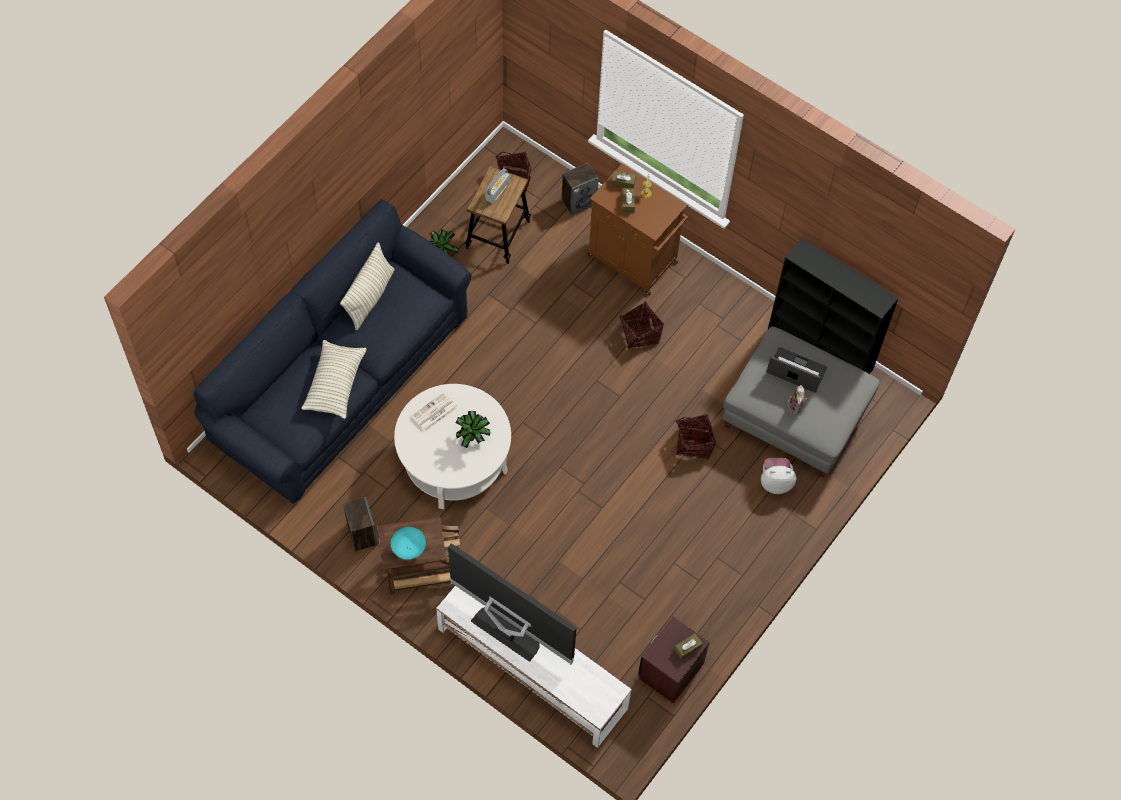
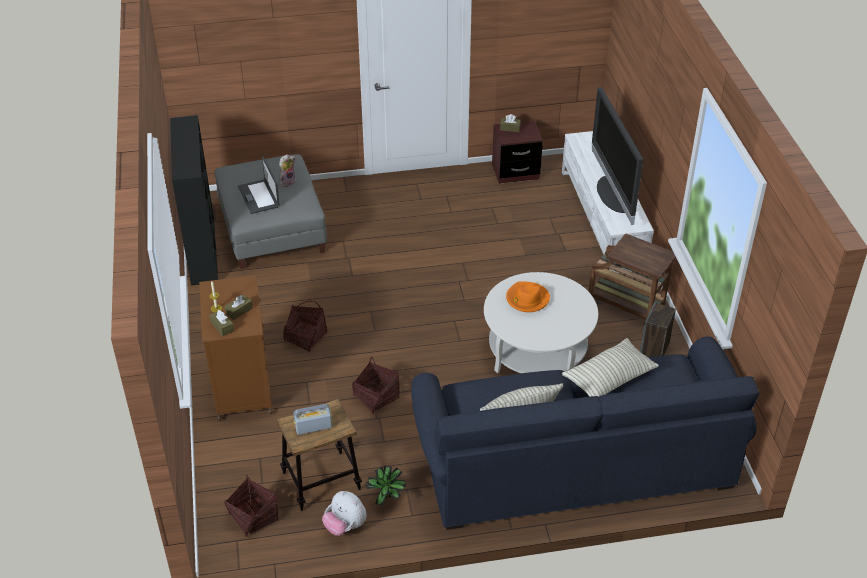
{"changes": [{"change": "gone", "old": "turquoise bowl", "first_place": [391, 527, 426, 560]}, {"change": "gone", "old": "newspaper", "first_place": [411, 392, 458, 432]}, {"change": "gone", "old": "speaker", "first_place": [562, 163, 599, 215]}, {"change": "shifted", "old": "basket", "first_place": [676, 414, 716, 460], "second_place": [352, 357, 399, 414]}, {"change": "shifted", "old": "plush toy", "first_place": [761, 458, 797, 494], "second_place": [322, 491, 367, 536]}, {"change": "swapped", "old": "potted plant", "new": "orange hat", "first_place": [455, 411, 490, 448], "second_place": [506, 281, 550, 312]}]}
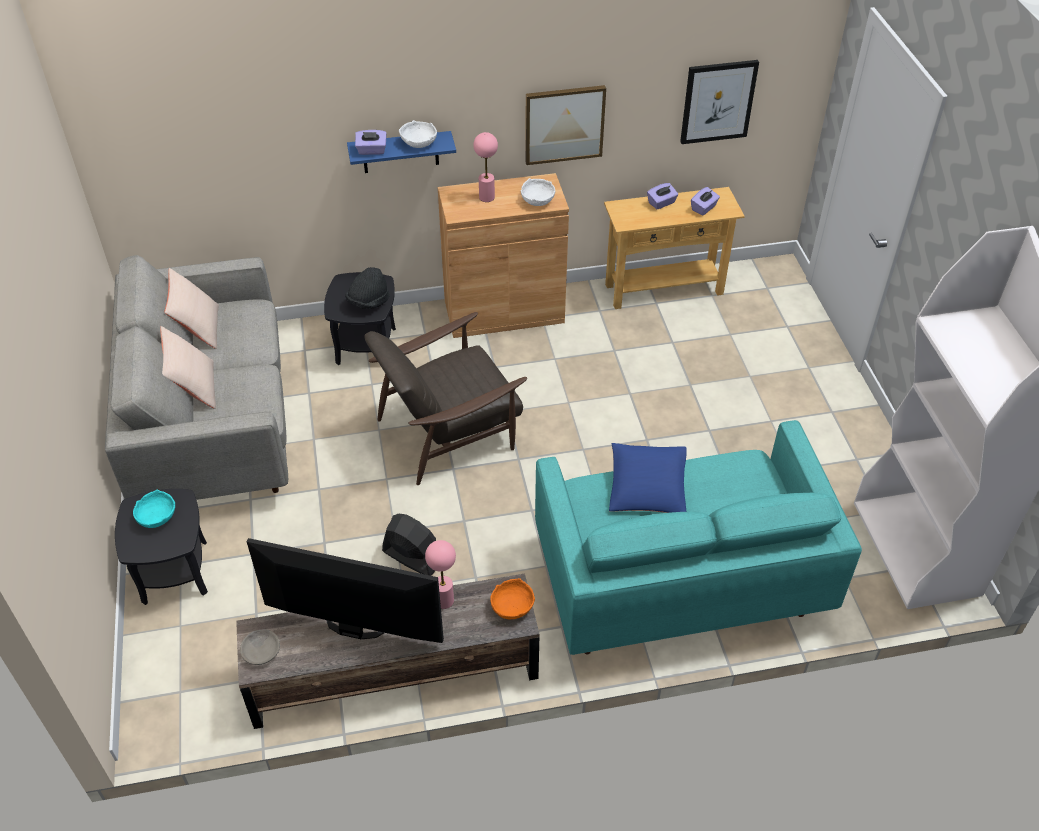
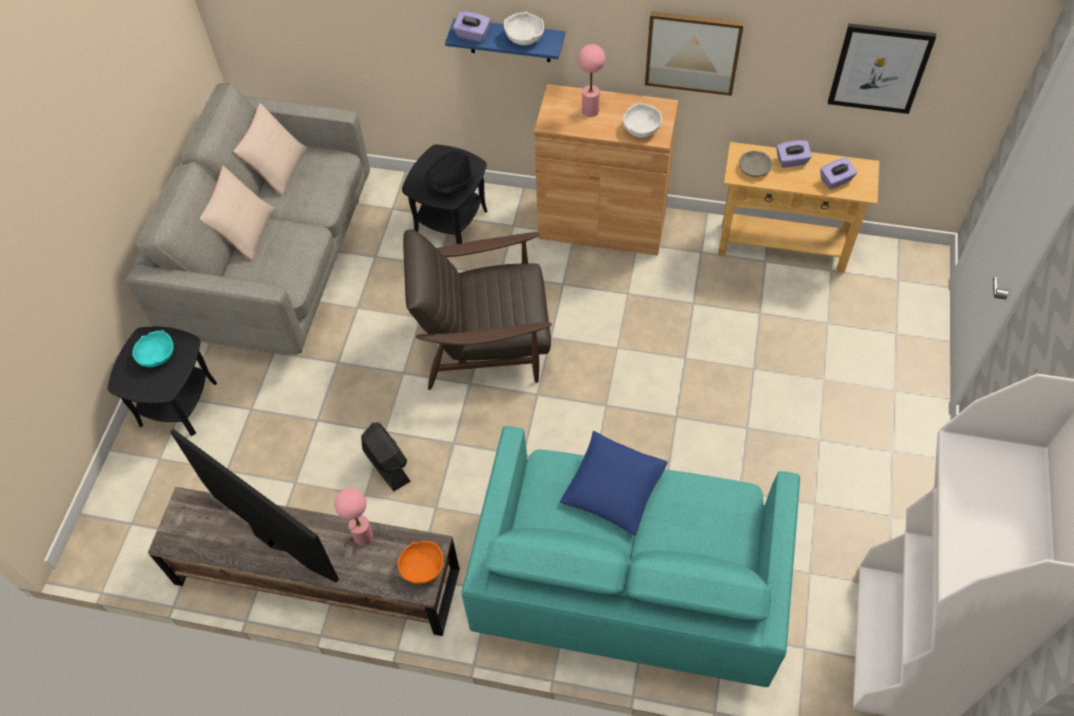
{"changes": [{"change": "shifted", "old": "grey bowl", "first_place": [240, 629, 280, 665], "second_place": [739, 151, 772, 177]}]}
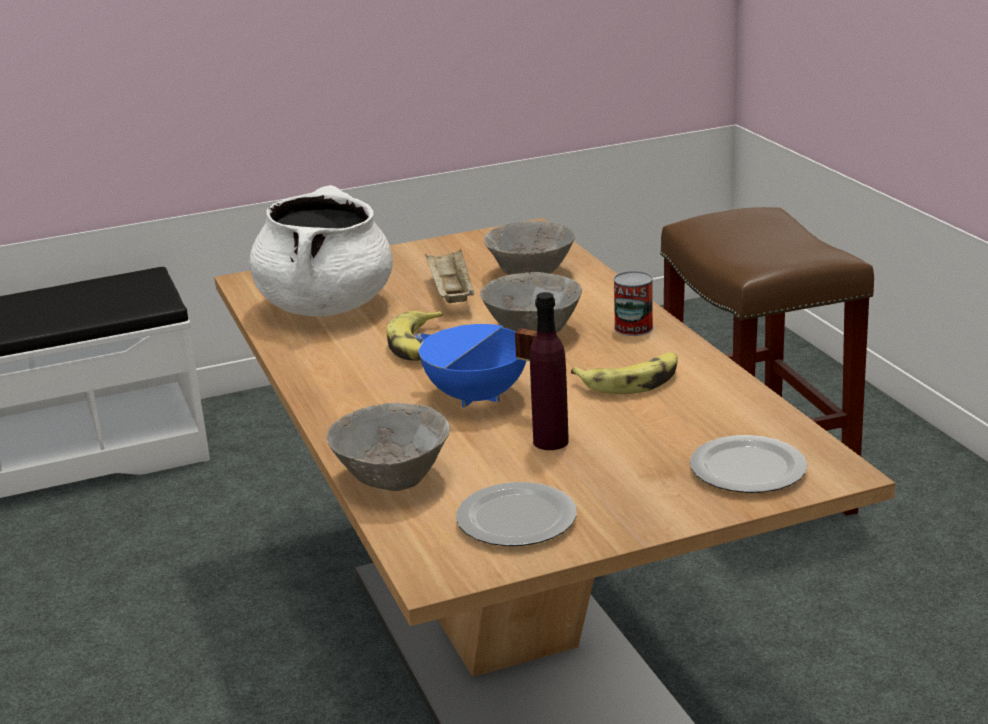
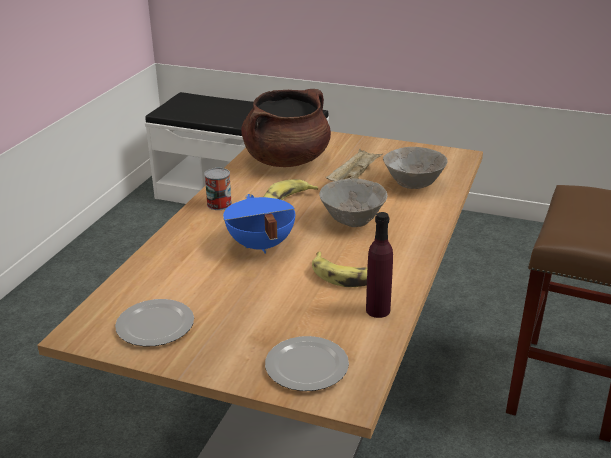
{"changes": [{"change": "gone", "old": "grey bowl", "first_place": [327, 403, 450, 491]}, {"change": "shifted", "old": "purple bottle", "first_place": [530, 292, 569, 450], "second_place": [366, 212, 393, 318]}, {"change": "shifted", "old": "can", "first_place": [613, 271, 653, 336], "second_place": [204, 168, 232, 210]}, {"change": "repainted", "old": "white cooking pot", "new": "brown cooking pot", "first_place": [249, 185, 393, 316], "second_place": [241, 89, 331, 167]}]}
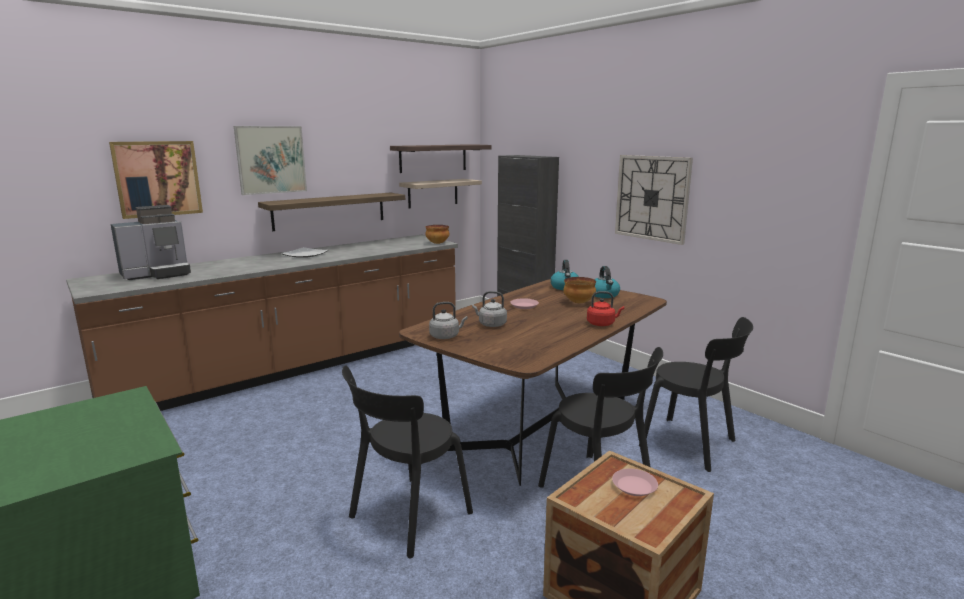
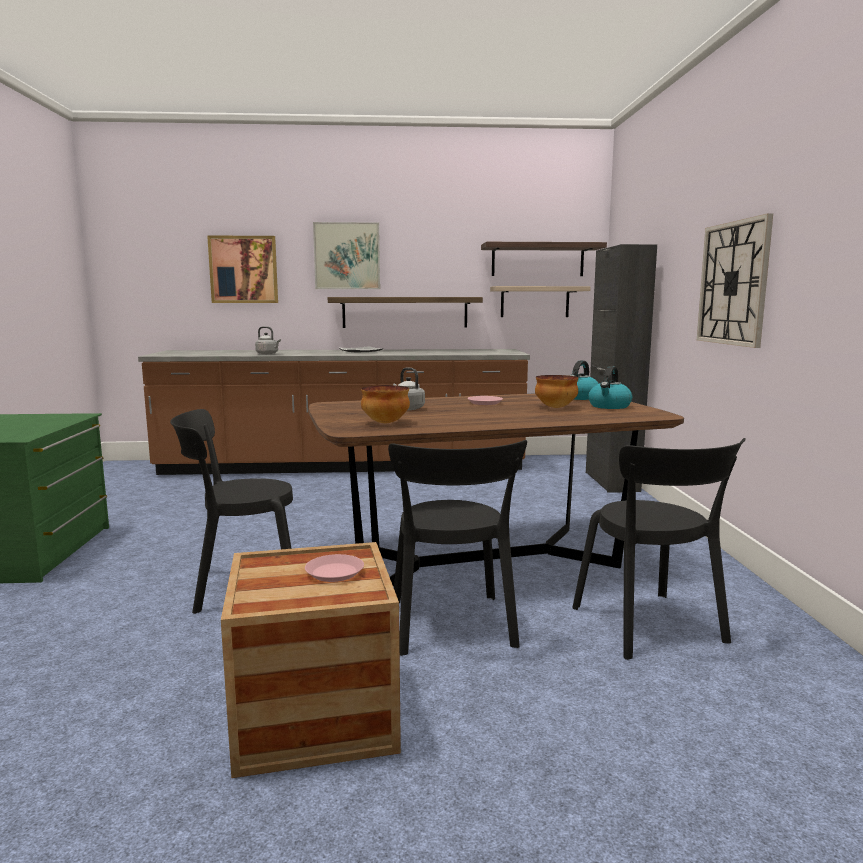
{"changes": [{"change": "gone", "old": "coffee machine", "first_place": [111, 205, 191, 280]}, {"change": "gone", "old": "red kettle", "first_place": [587, 291, 624, 326]}, {"change": "shifted", "old": "bowl", "first_place": [425, 225, 449, 244], "second_place": [361, 385, 410, 423]}, {"change": "shifted", "old": "grey kettle", "first_place": [429, 302, 468, 339], "second_place": [255, 326, 281, 354]}]}
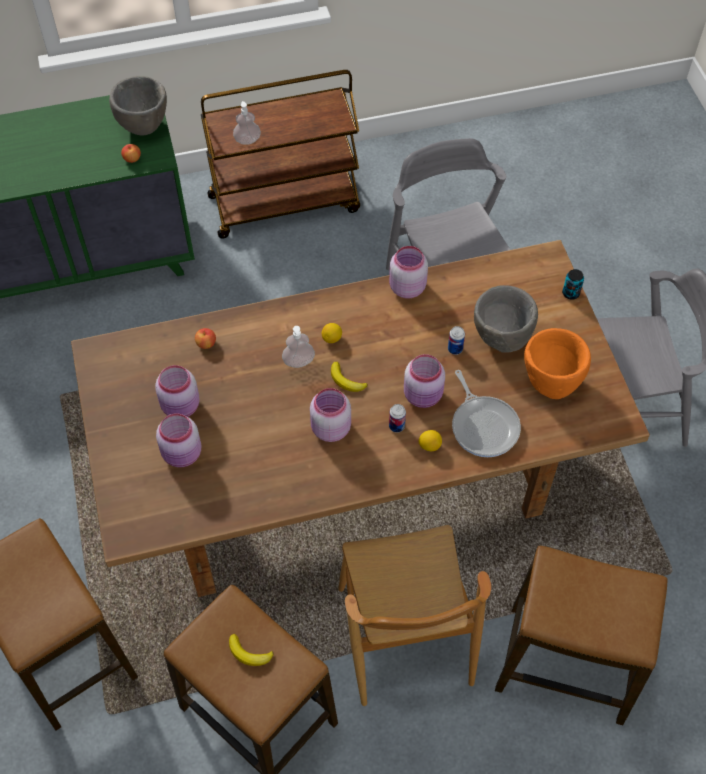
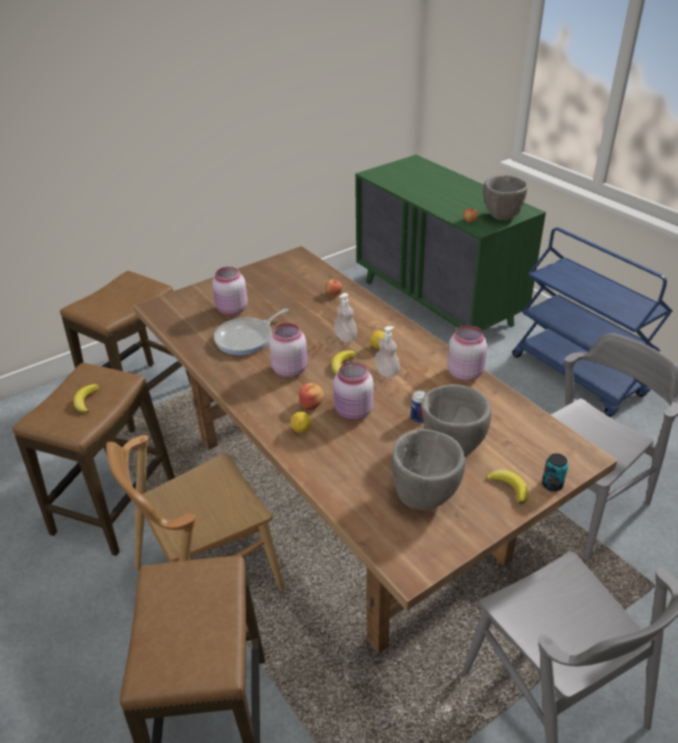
{"changes": [{"change": "gone", "old": "pink jar", "first_place": [155, 365, 200, 417]}, {"change": "new", "new": "banana", "second_place": [486, 470, 528, 504]}, {"change": "shifted", "old": "soap dispenser", "first_place": [233, 101, 261, 145], "second_place": [375, 326, 400, 378]}, {"change": "shifted", "old": "frying pan", "first_place": [452, 370, 521, 457], "second_place": [214, 308, 288, 355]}, {"change": "swapped", "old": "can", "new": "apple", "first_place": [389, 404, 406, 433], "second_place": [299, 383, 324, 410]}, {"change": "repainted", "old": "brown cart", "new": "blue cart", "first_place": [201, 70, 360, 239], "second_place": [512, 227, 673, 417]}, {"change": "repainted", "old": "orange bowl", "new": "grey bowl", "first_place": [524, 328, 591, 399], "second_place": [391, 429, 465, 510]}]}
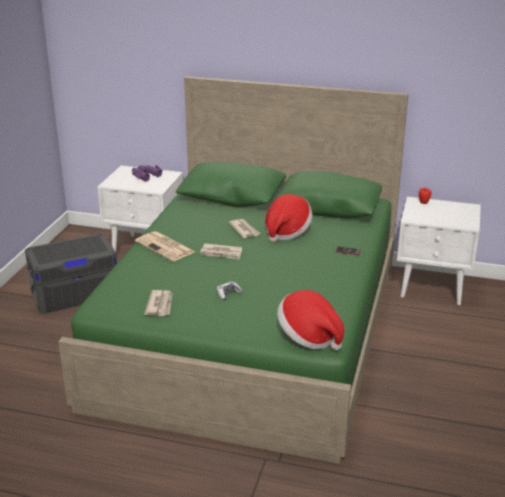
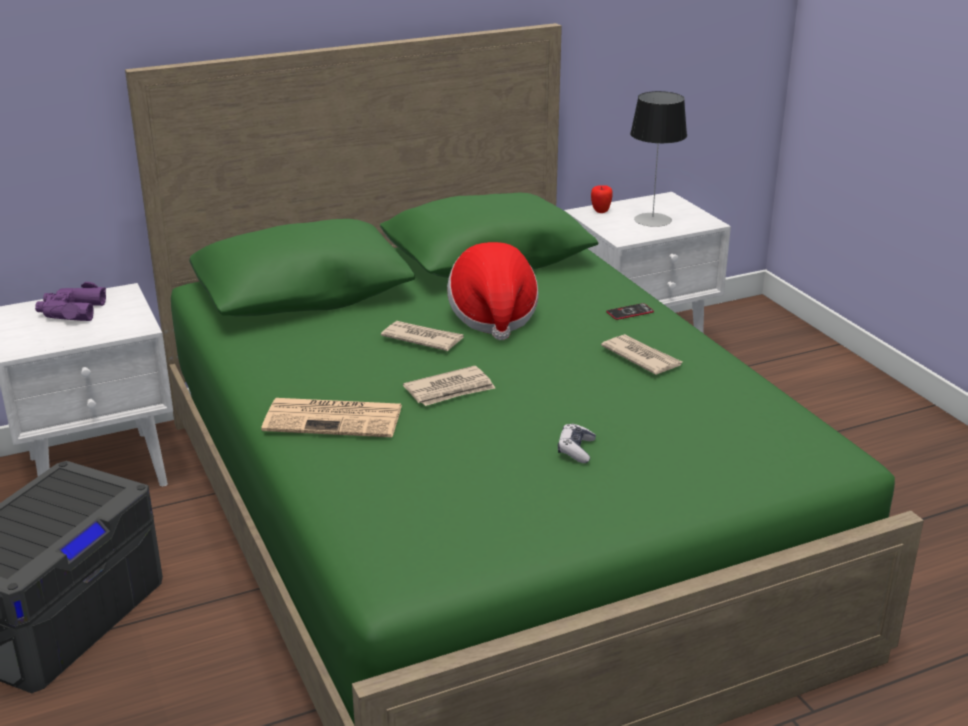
{"changes": [{"change": "gone", "old": "hat", "first_place": [277, 290, 344, 350]}, {"change": "new", "new": "table lamp", "second_place": [630, 91, 687, 227]}, {"change": "shifted", "old": "newspaper", "first_place": [145, 290, 172, 316], "second_place": [601, 334, 682, 375]}]}
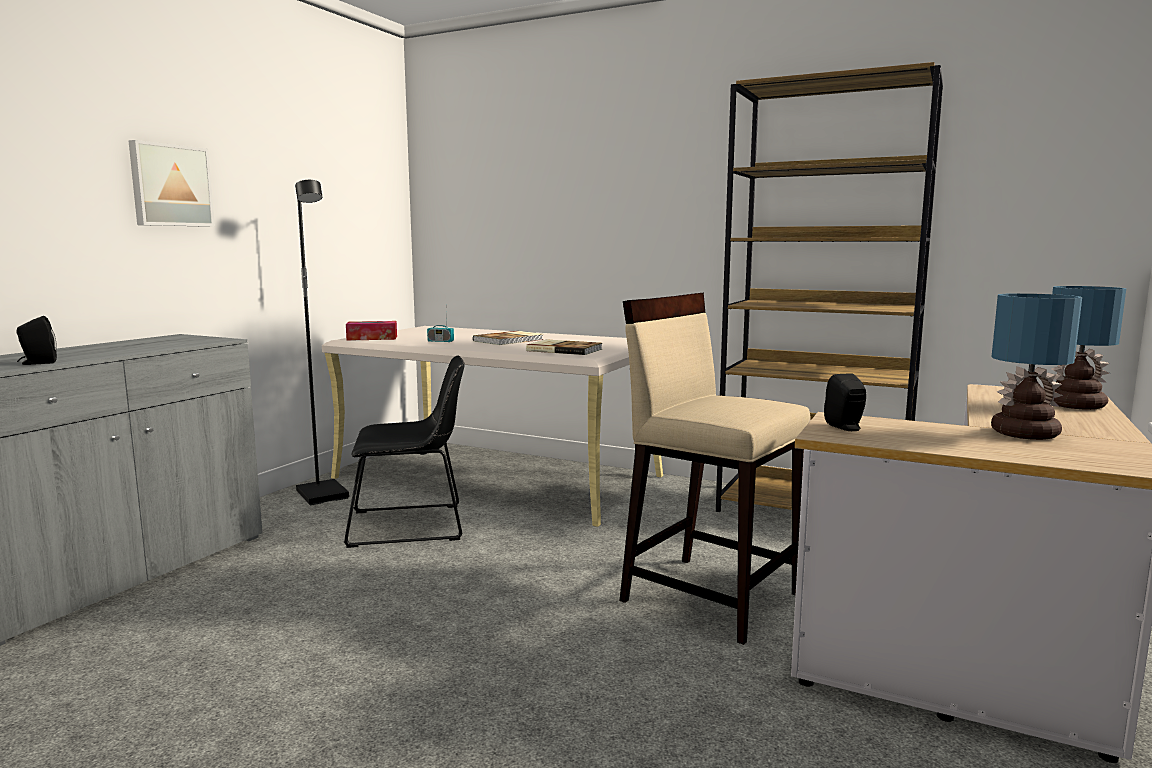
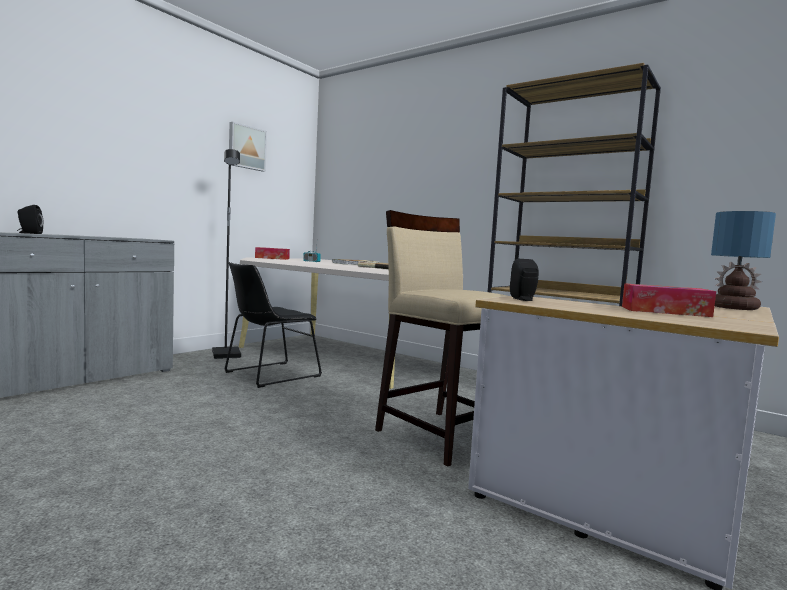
{"changes": [{"change": "shifted", "old": "picture", "first_place": [128, 140, 215, 227], "second_place": [229, 122, 267, 172]}, {"change": "swapped", "old": "table lamp", "new": "tissue box", "first_place": [991, 293, 1082, 440], "second_place": [622, 283, 716, 317]}, {"change": "rotated", "old": "black chair", "first_place": [344, 355, 464, 548], "second_place": [225, 262, 322, 388], "degrees": 135}]}
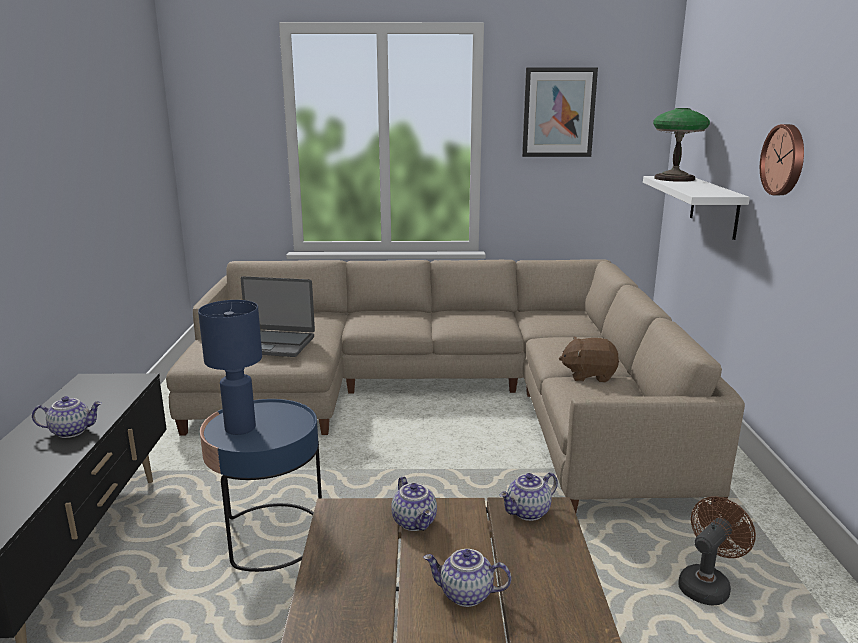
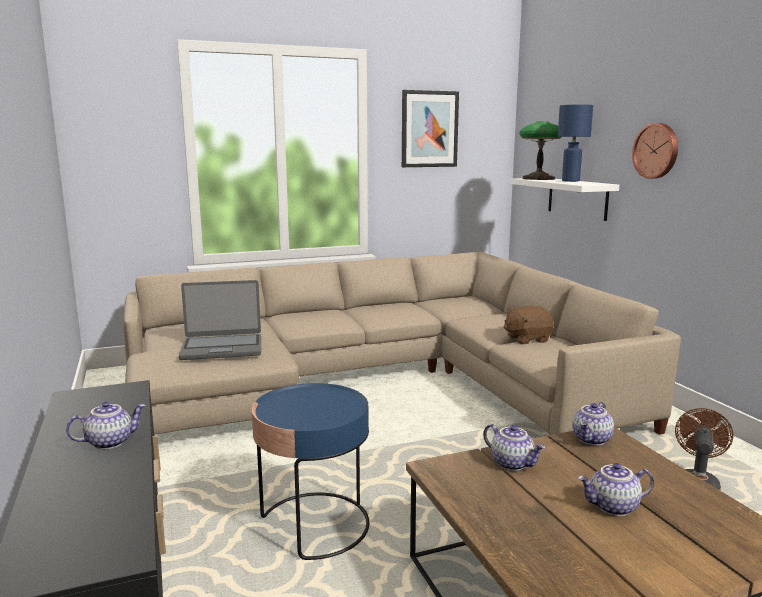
{"changes": [{"change": "shifted", "old": "blue table lamp", "first_place": [198, 300, 262, 435], "second_place": [558, 104, 593, 182]}]}
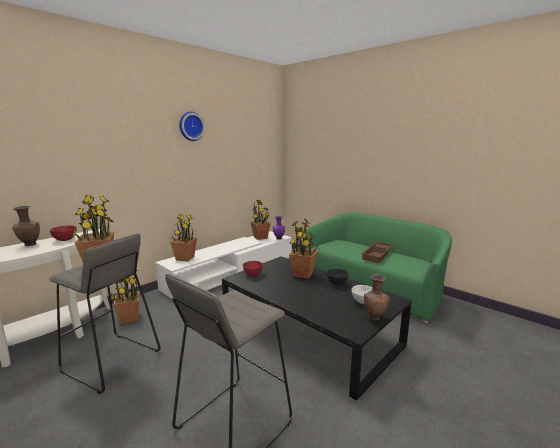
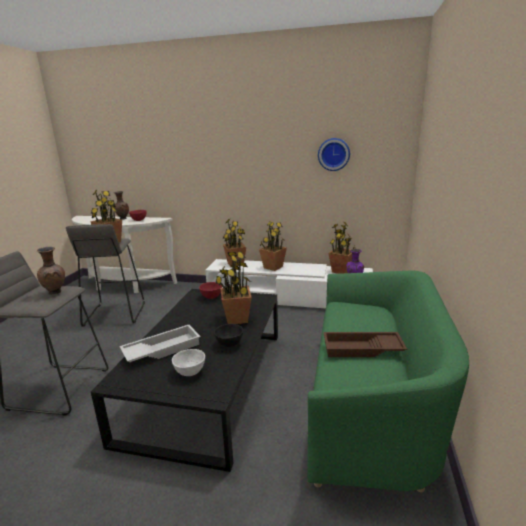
{"changes": [{"change": "new", "new": "white tray", "second_place": [119, 325, 201, 362]}, {"change": "shifted", "old": "potted plant", "first_place": [111, 270, 140, 324], "second_place": [259, 221, 287, 271]}, {"change": "shifted", "old": "wall clock", "first_place": [179, 111, 205, 141], "second_place": [318, 138, 350, 171]}, {"change": "shifted", "old": "brown vase", "first_place": [364, 274, 390, 321], "second_place": [37, 247, 65, 295]}]}
